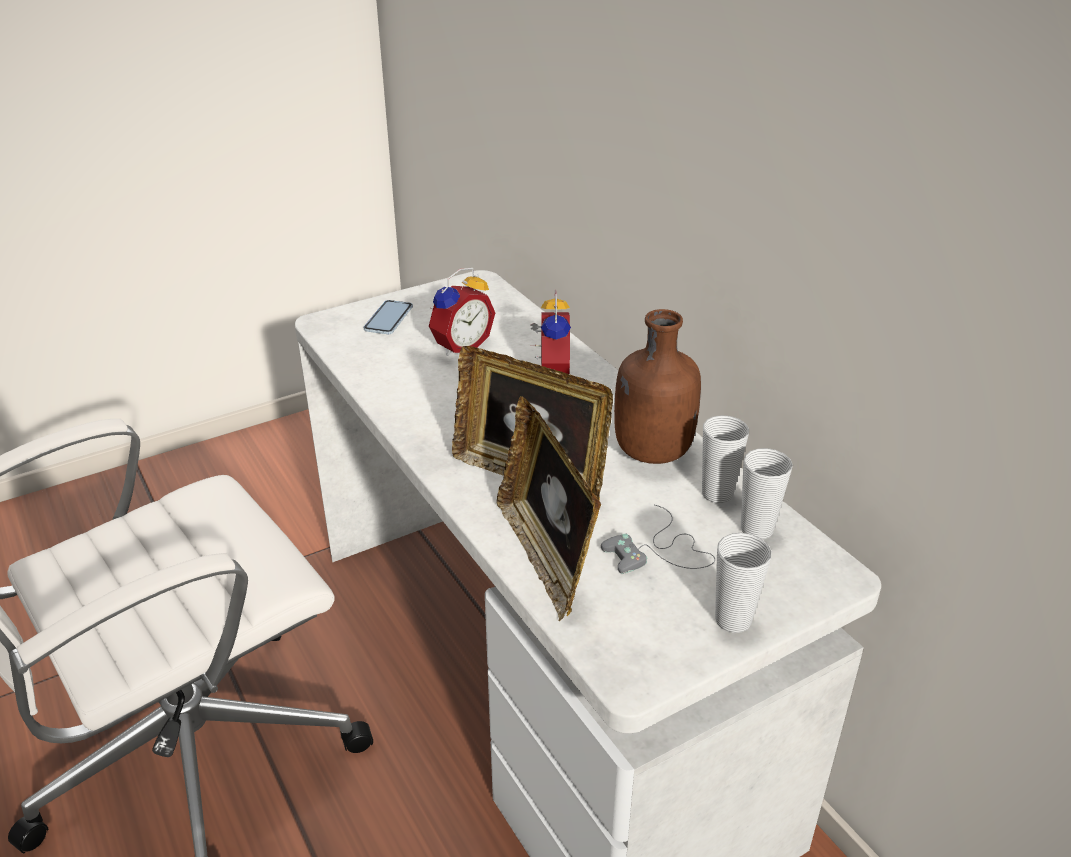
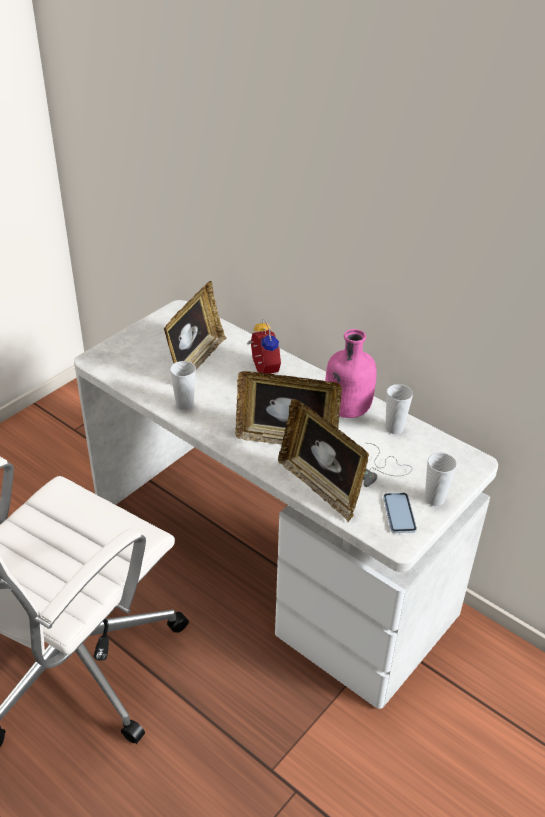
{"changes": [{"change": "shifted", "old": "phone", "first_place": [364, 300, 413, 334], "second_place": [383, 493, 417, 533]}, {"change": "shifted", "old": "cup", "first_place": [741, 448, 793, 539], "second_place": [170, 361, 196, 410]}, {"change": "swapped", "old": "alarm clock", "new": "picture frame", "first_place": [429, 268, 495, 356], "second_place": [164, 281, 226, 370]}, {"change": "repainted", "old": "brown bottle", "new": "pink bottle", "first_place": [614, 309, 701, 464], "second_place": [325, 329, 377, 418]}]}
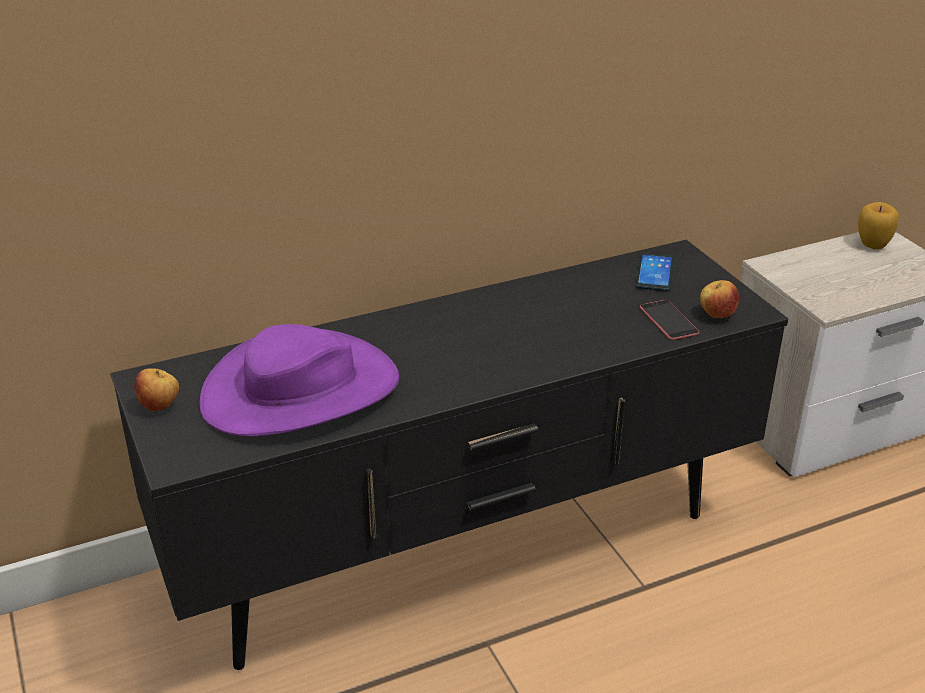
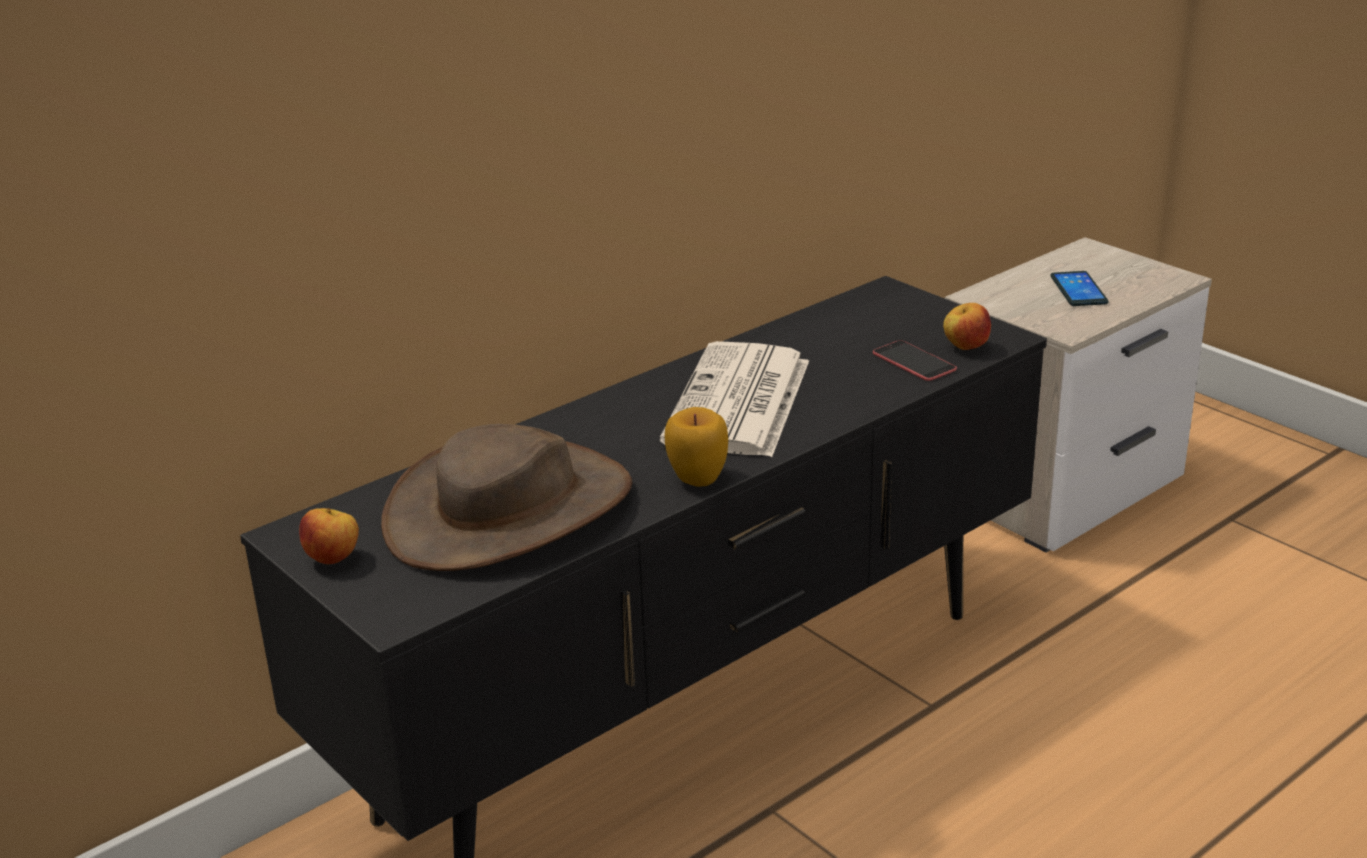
{"changes": [{"change": "new", "new": "newspaper", "second_place": [660, 341, 809, 457]}, {"change": "shifted", "old": "phone", "first_place": [635, 253, 674, 291], "second_place": [1050, 271, 1108, 306]}, {"change": "shifted", "old": "apple", "first_place": [858, 202, 899, 250], "second_place": [665, 407, 728, 487]}, {"change": "repainted", "old": "purple hat", "new": "brown hat", "first_place": [199, 324, 399, 437], "second_place": [381, 424, 632, 571]}]}
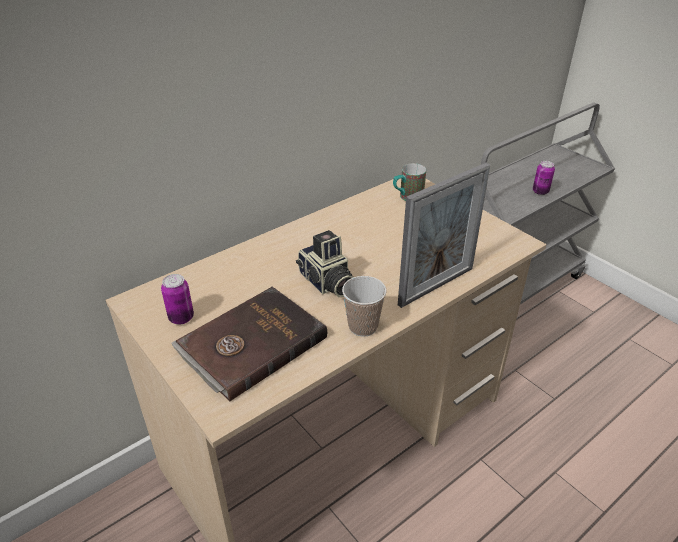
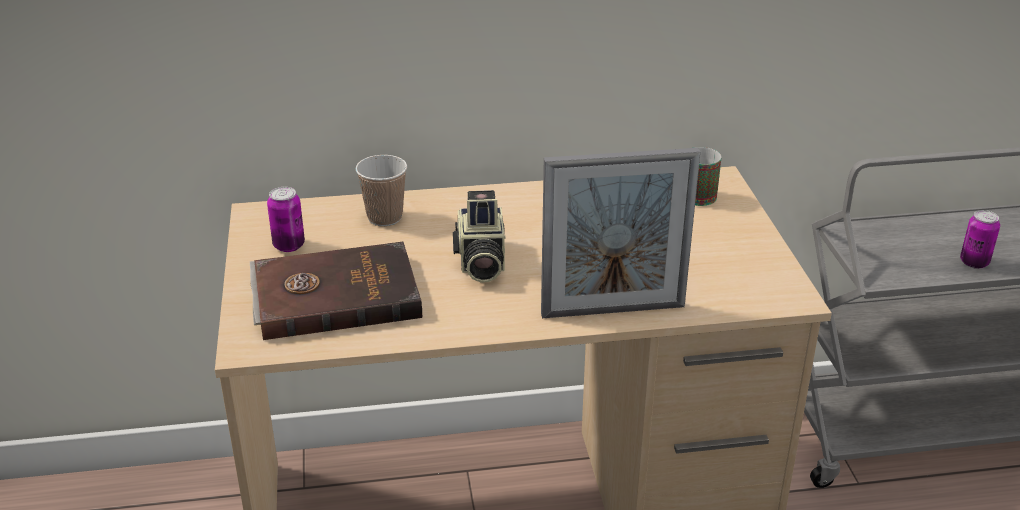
{"changes": [{"change": "shifted", "old": "cup", "first_place": [342, 276, 387, 337], "second_place": [356, 155, 407, 226]}]}
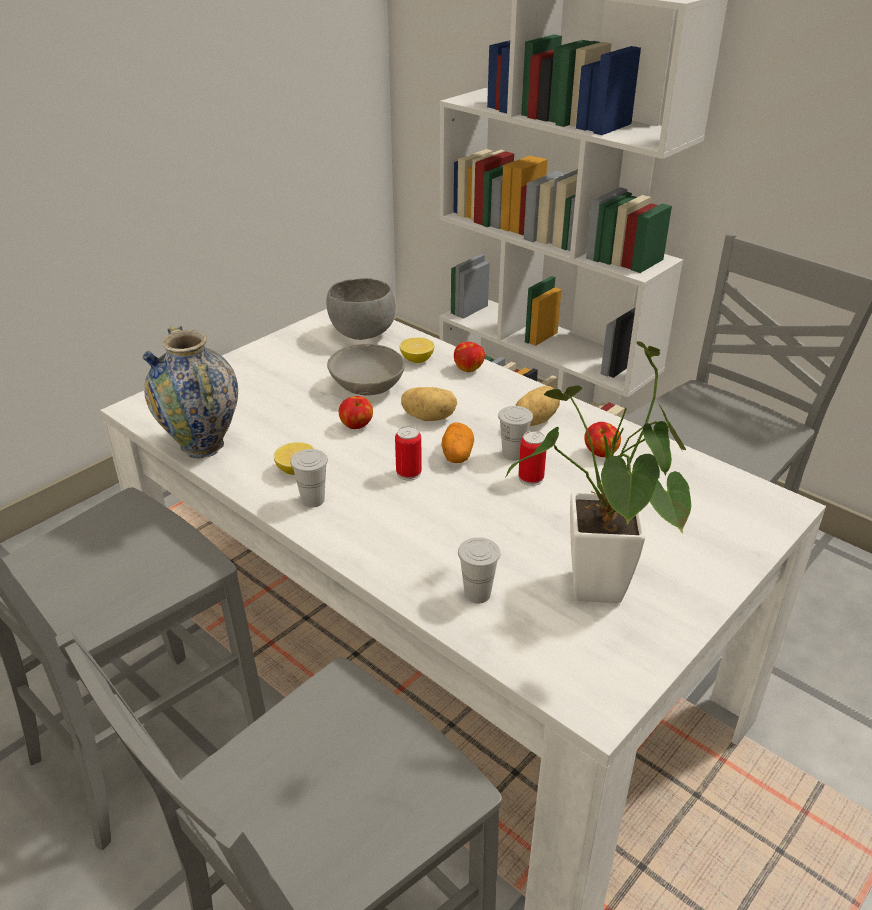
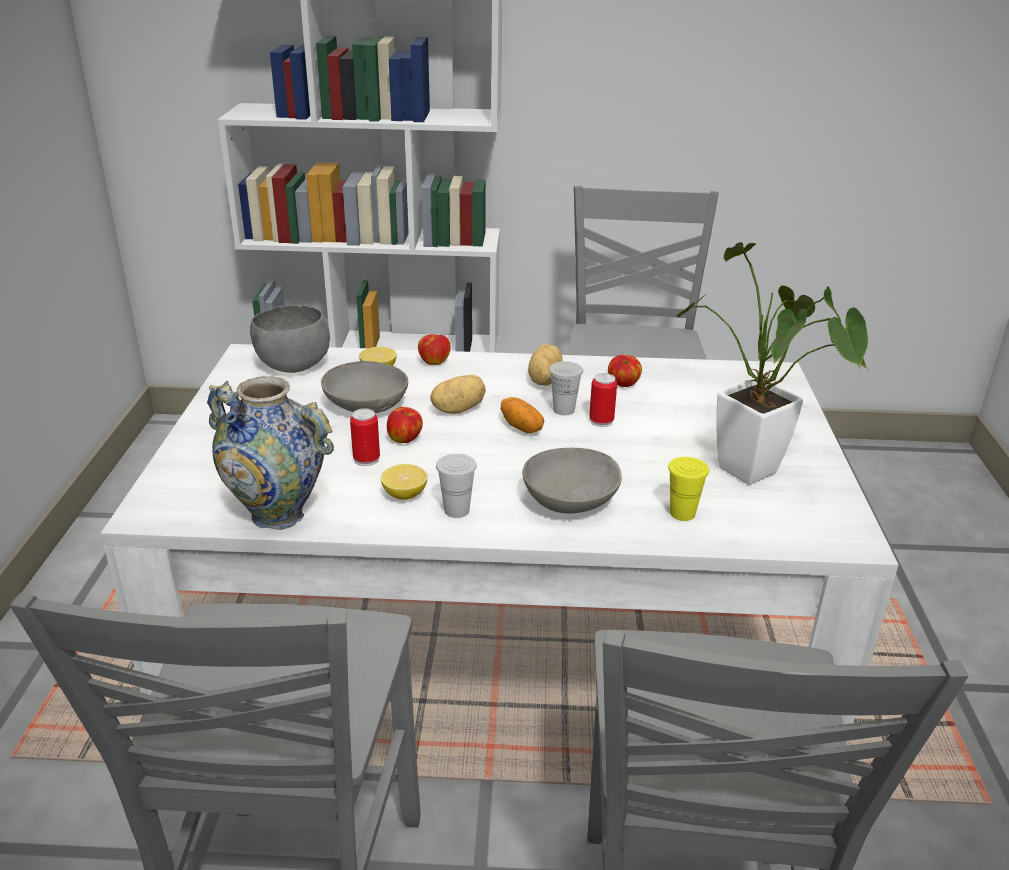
{"changes": [{"change": "new", "new": "grey bowl", "second_place": [522, 448, 622, 513]}, {"change": "shifted", "old": "can", "first_place": [395, 426, 422, 481], "second_place": [350, 408, 380, 466]}, {"change": "repainted", "old": "white cup", "new": "yellow cup", "first_place": [458, 537, 501, 604], "second_place": [668, 457, 709, 521]}]}
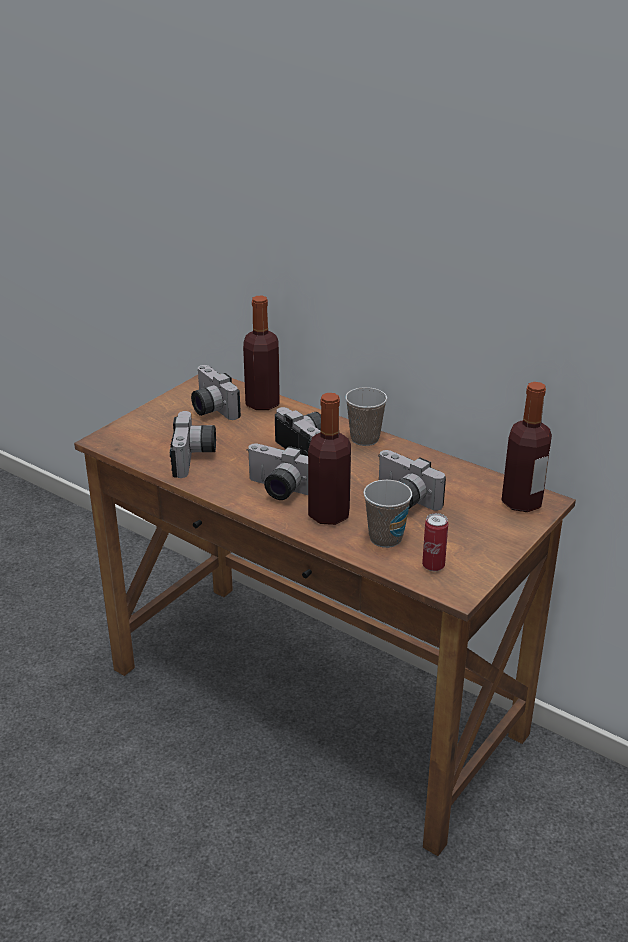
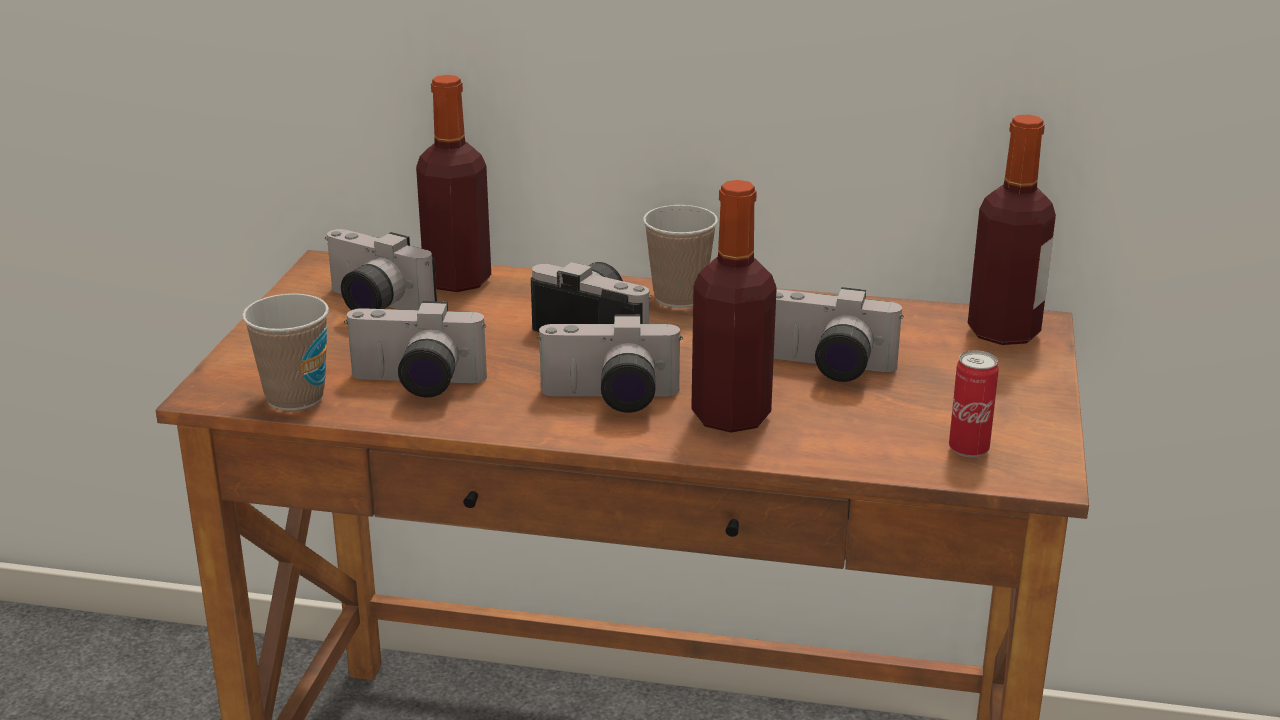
{"changes": [{"change": "shifted", "old": "cup", "first_place": [363, 480, 412, 548], "second_place": [242, 293, 329, 411]}, {"change": "rotated", "old": "photo camera", "first_place": [170, 411, 216, 478], "second_place": [344, 301, 487, 398], "degrees": 120}]}
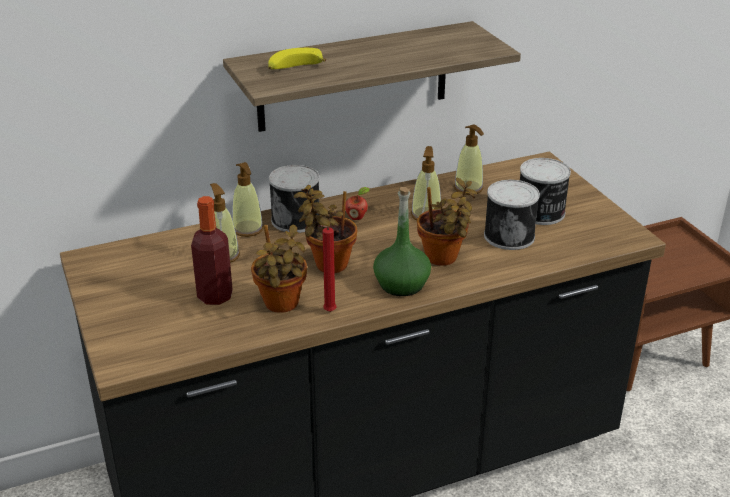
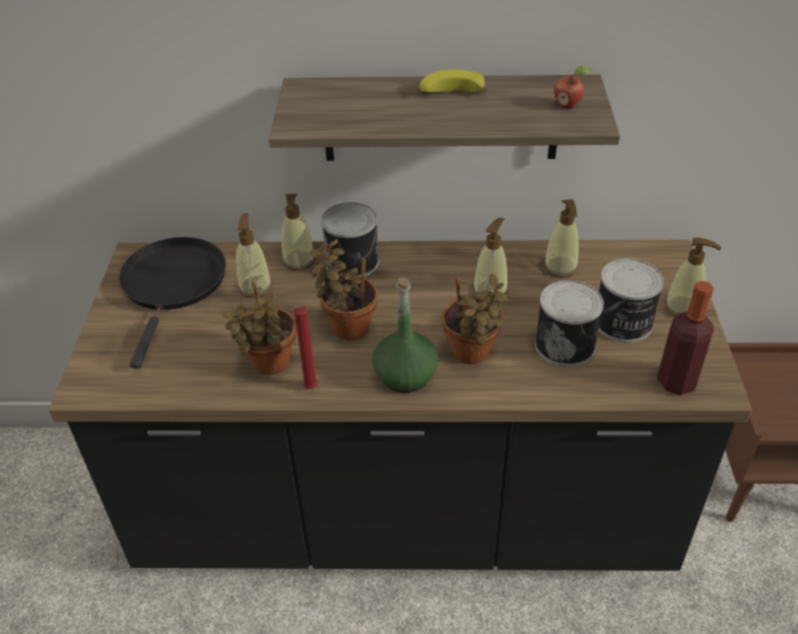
{"changes": [{"change": "new", "new": "black frying pan", "second_place": [119, 237, 226, 368]}, {"change": "new", "new": "soap dispenser", "second_place": [665, 238, 721, 316]}, {"change": "shifted", "old": "bottle", "first_place": [191, 196, 233, 305], "second_place": [657, 281, 714, 395]}, {"change": "shifted", "old": "banana", "first_place": [268, 48, 326, 69], "second_place": [418, 69, 487, 92]}, {"change": "shifted", "old": "apple", "first_place": [345, 187, 370, 220], "second_place": [554, 65, 591, 109]}]}
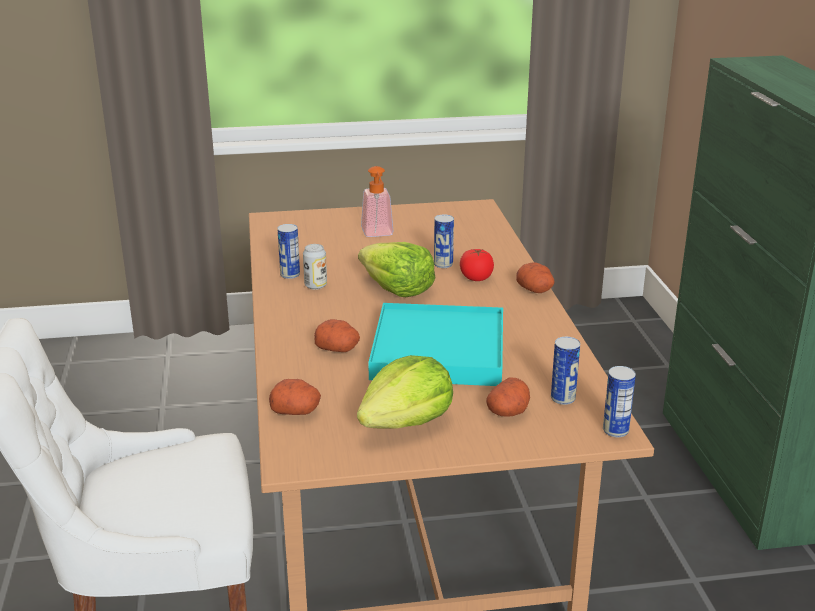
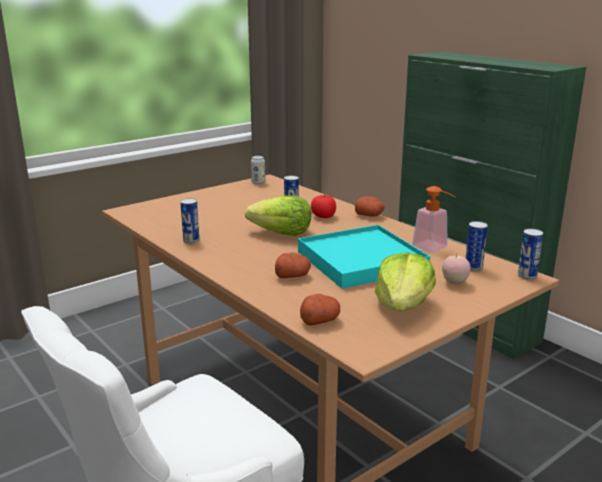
{"changes": [{"change": "shifted", "old": "can", "first_place": [303, 244, 327, 290], "second_place": [251, 156, 265, 184]}, {"change": "shifted", "old": "soap dispenser", "first_place": [361, 166, 394, 237], "second_place": [412, 186, 456, 252]}, {"change": "swapped", "old": "potato", "new": "apple", "first_place": [486, 378, 530, 417], "second_place": [442, 254, 471, 285]}]}
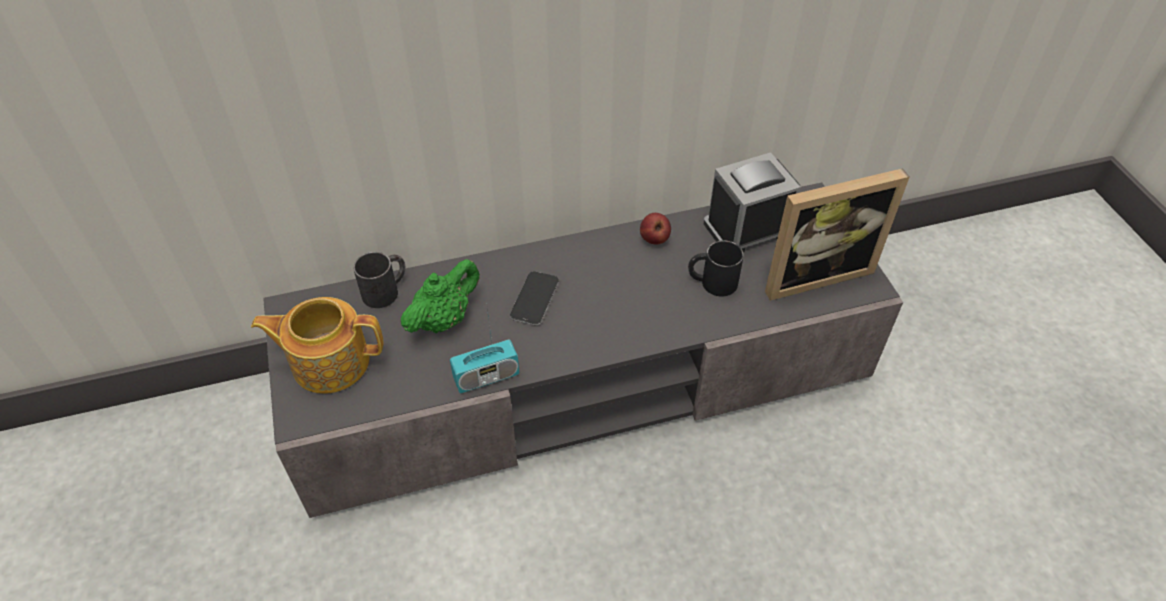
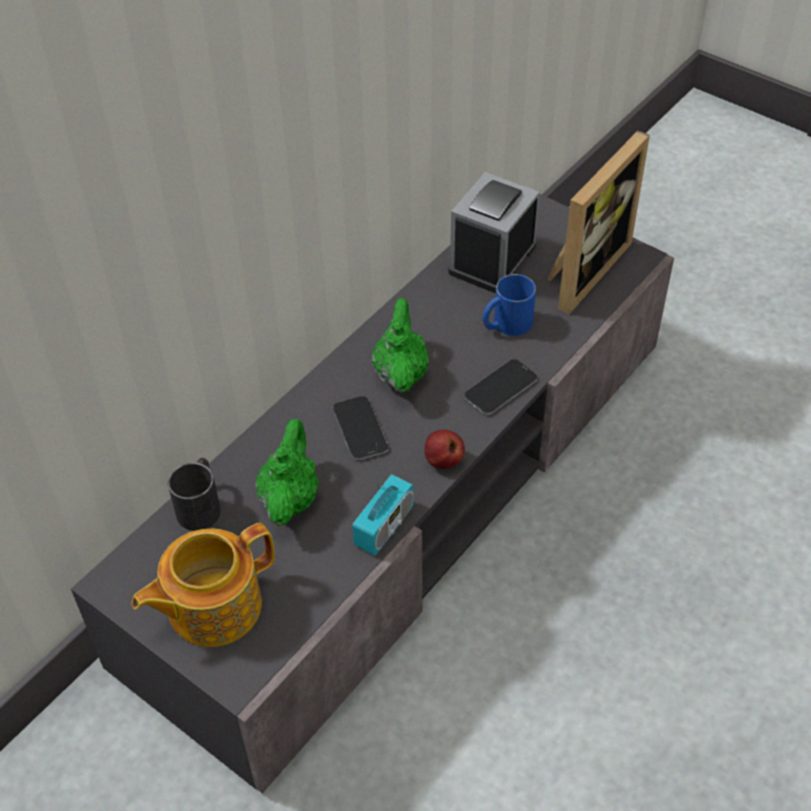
{"changes": [{"change": "new", "new": "green teapot", "second_place": [371, 298, 429, 393]}, {"change": "new", "new": "phone", "second_place": [464, 359, 538, 415]}, {"change": "shifted", "old": "apple", "first_place": [640, 213, 671, 244], "second_place": [425, 430, 465, 469]}, {"change": "repainted", "old": "black mug", "new": "blue mug", "first_place": [688, 240, 744, 296], "second_place": [482, 274, 536, 336]}]}
